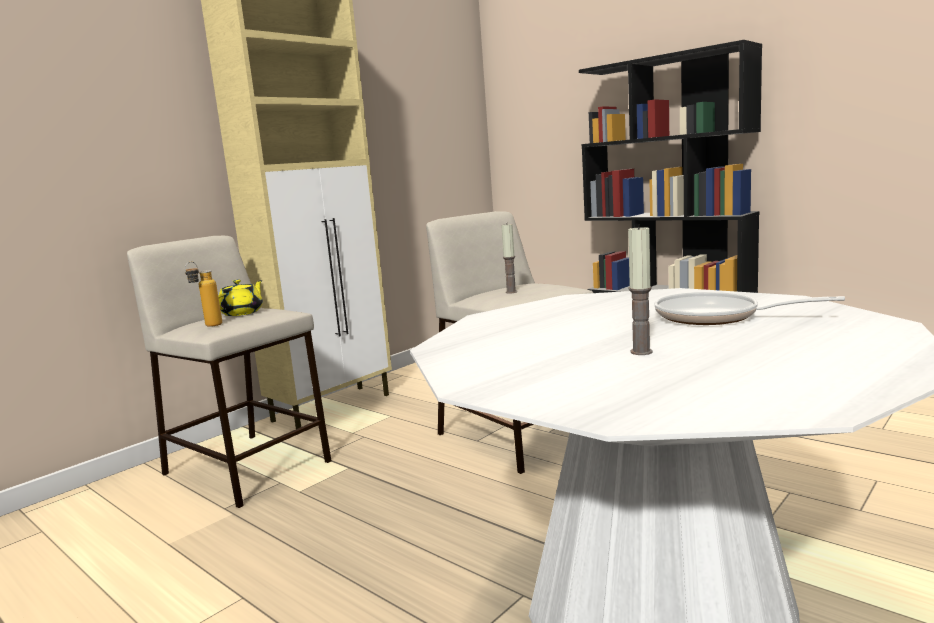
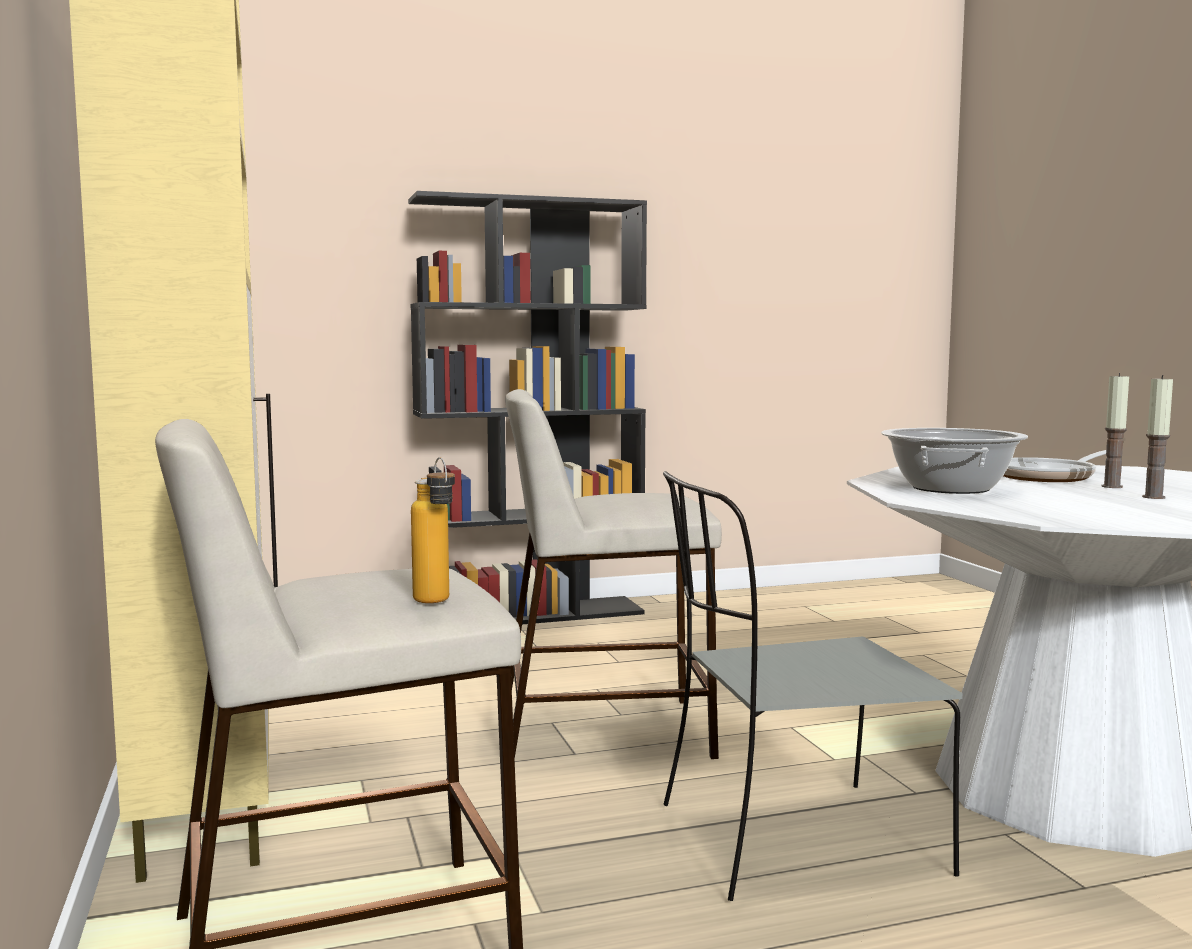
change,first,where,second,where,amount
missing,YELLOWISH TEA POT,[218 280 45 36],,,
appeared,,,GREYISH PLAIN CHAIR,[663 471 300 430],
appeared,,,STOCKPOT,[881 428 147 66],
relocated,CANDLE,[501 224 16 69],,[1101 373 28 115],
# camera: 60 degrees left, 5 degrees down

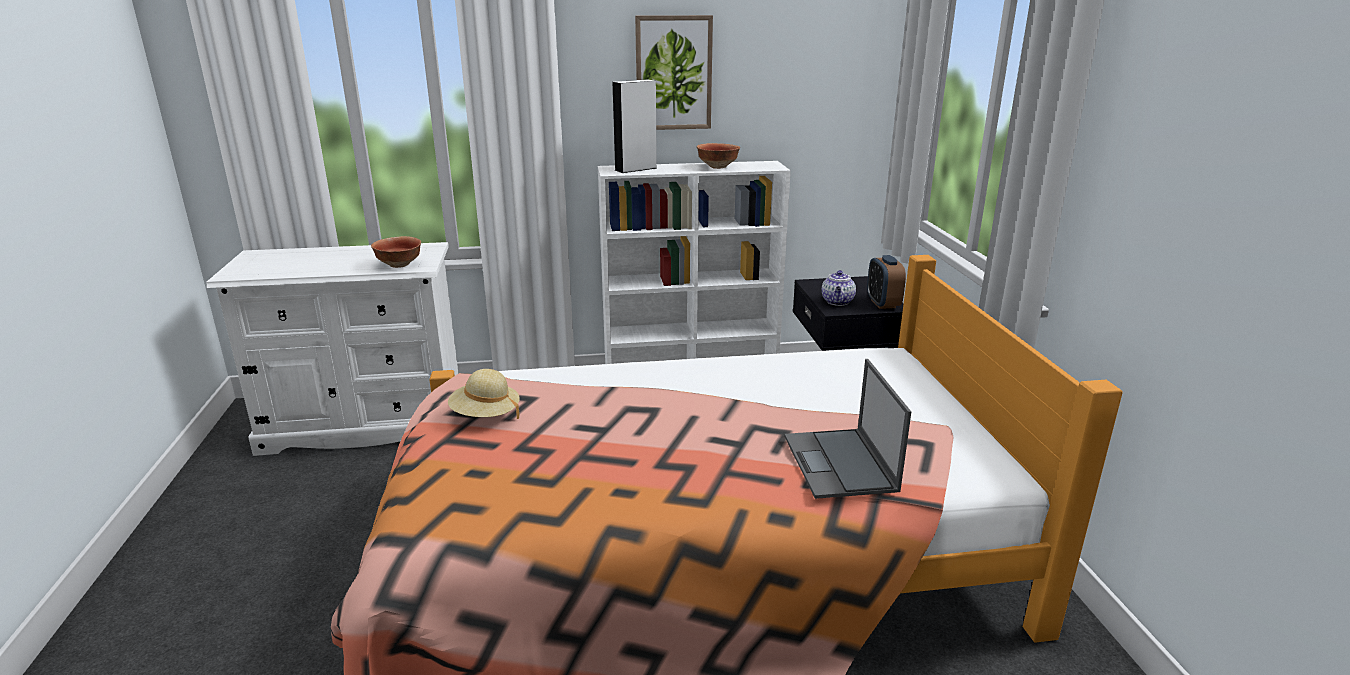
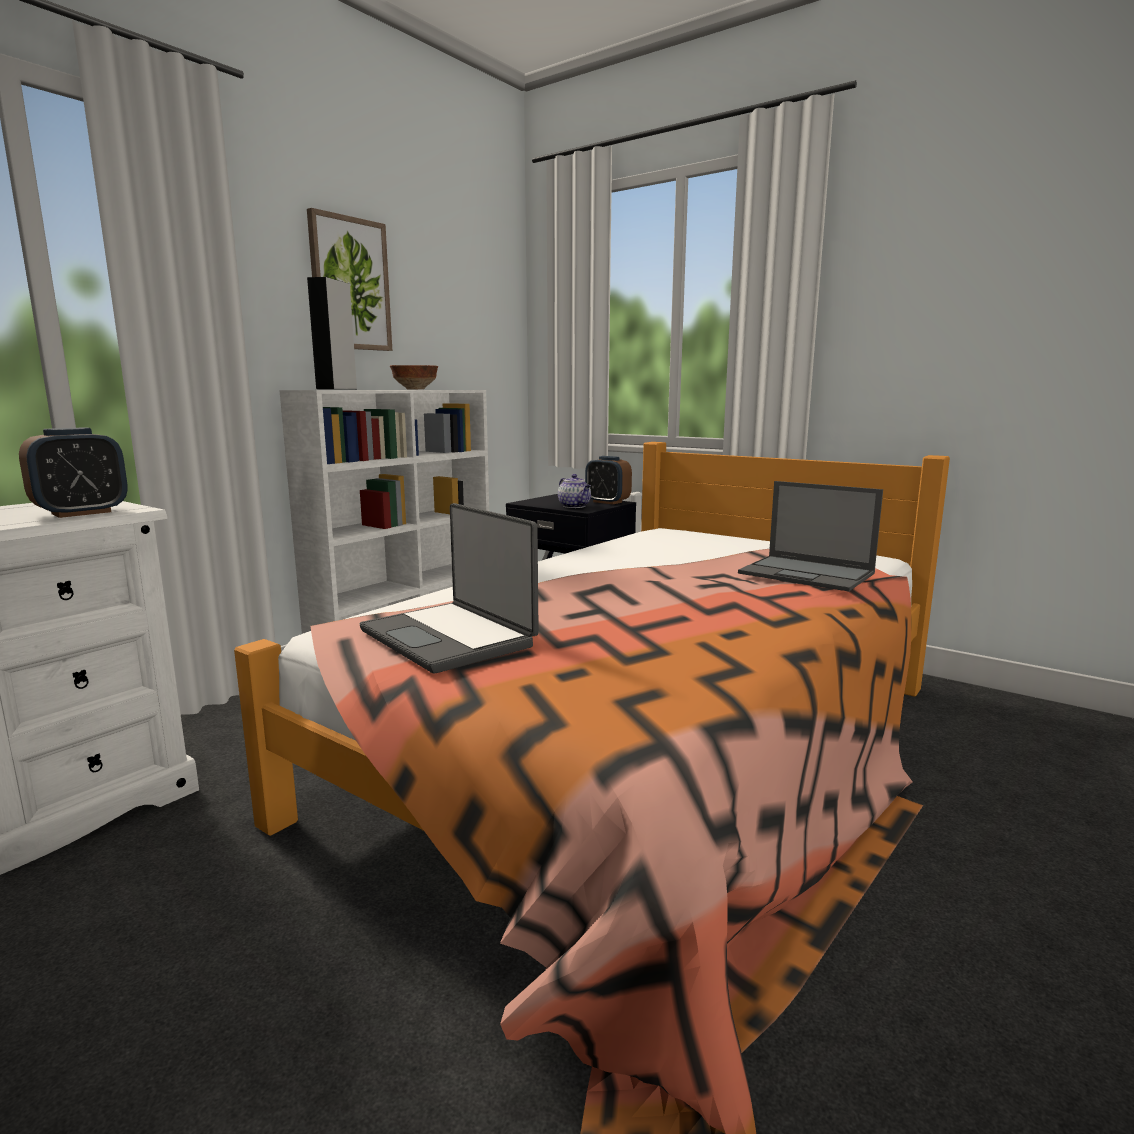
change,first,where,second,where,amount
exchanged,DEEP DISH,[371 236 50 32],ALARM CLOCK,[19 427 109 91],
exchanged,BEIGE-COLOURED HAT,[448 369 72 50],PORTABLE COMPUTER,[360 503 179 170],
# camera: 45 degrees left, 10 degrees down

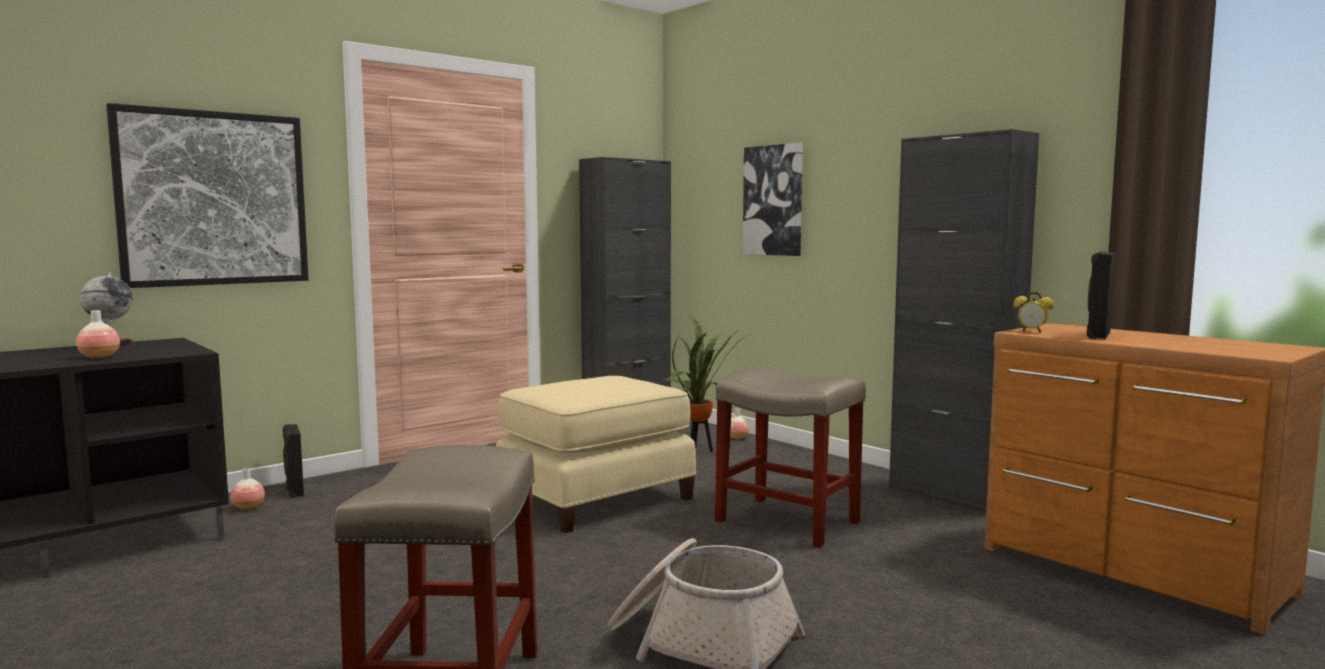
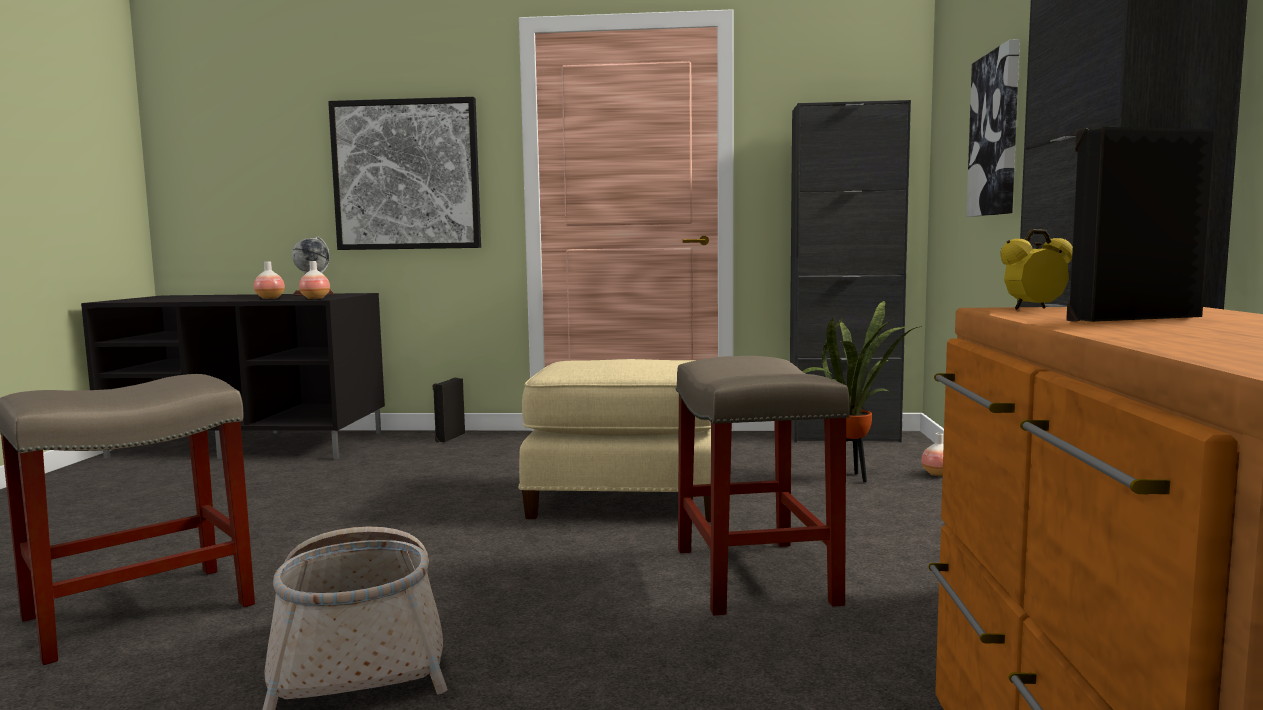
change,first,where,second,where,amount
relocated,VASE,[231 468 34 42],,[299 261 31 38],
spun,ALARM CLOCK,[1014 292 40 40],,[1000 229 73 81],90 degrees clockwise
# camera: 45 degrees right, 0 degrees up

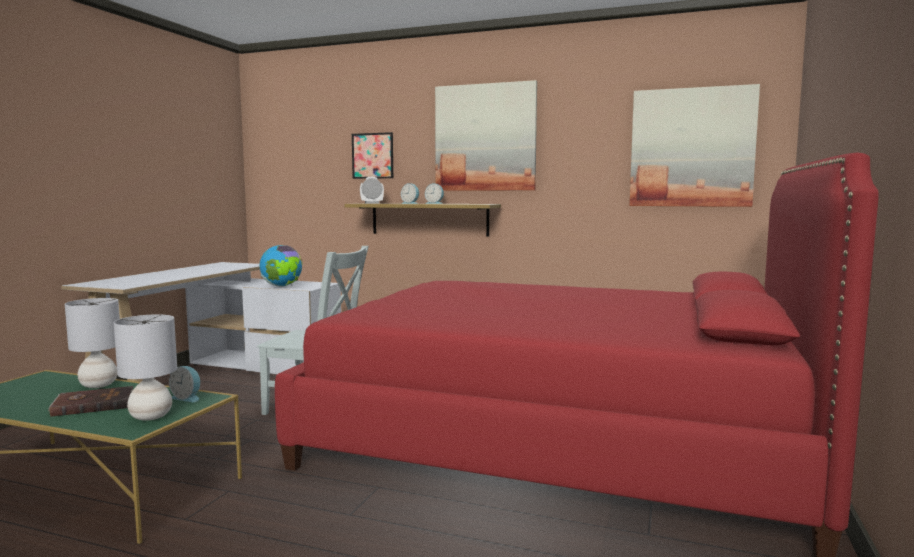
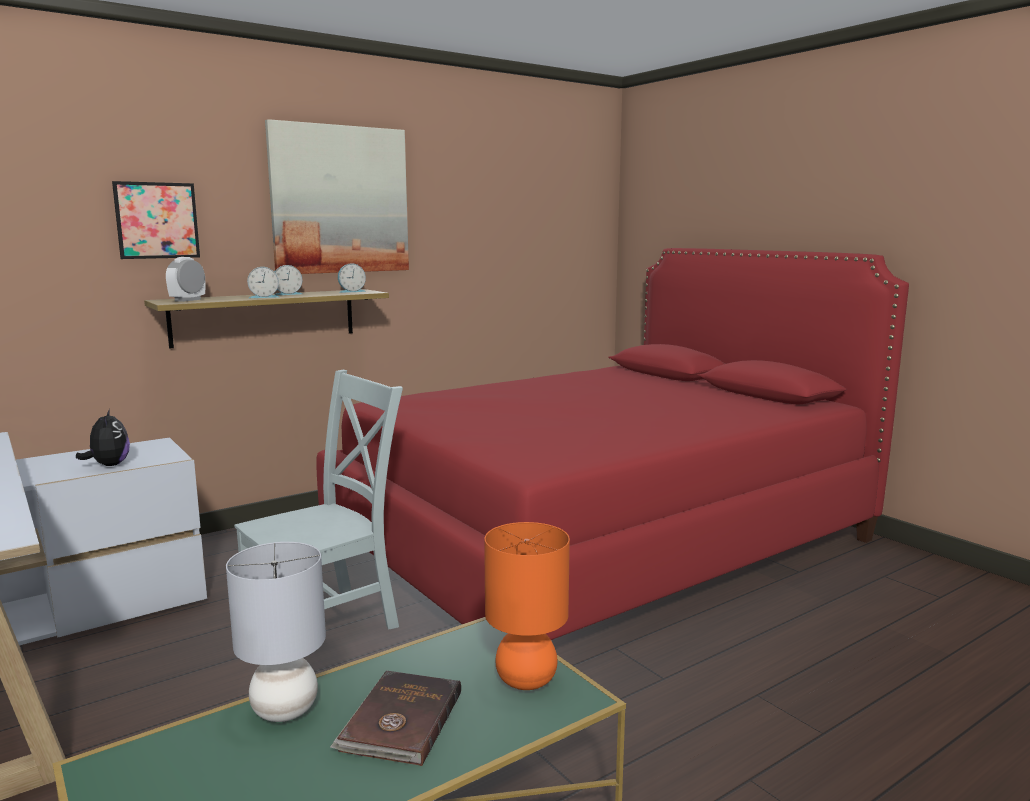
change,first,where,second,where,amount
missing,PICTURE,[629 84 131 123],,,
relocated,ALARM CLOCK,[169 366 31 36],,[338 263 28 30],
exchanged,WORLD GLOBE,[260 245 43 42],SOFT TOY,[76 409 54 57],
colour,GREYISH TABLE LAMP,[113 314 64 107],ORANGE TABLE LAMP,[484 522 86 168],
# camera: 55 degrees left, 5 degrees up

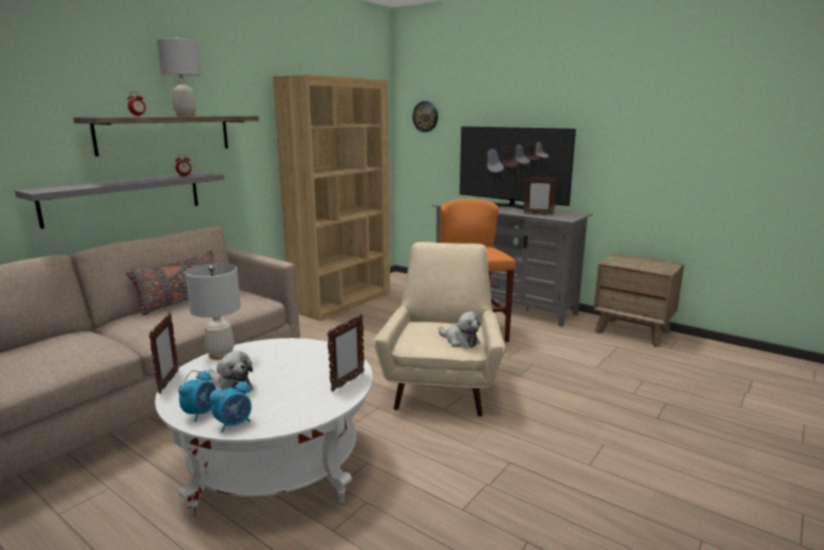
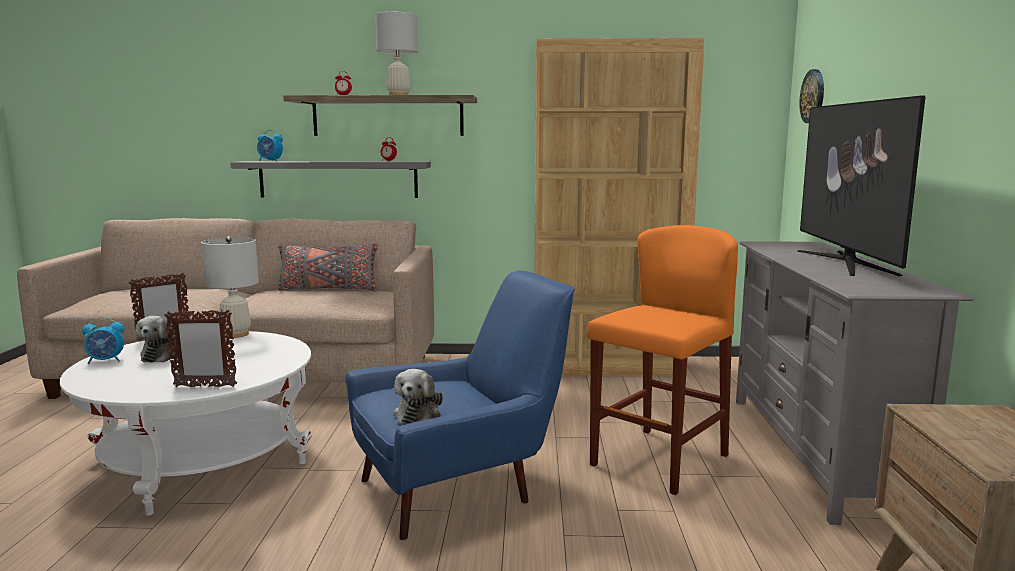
change,first,where,second,where,amount
missing,PICTURE FRAME,[524 177 33 38],,,
relocated,ALARM CLOCK,[210 379 42 54],,[257 129 26 32],
colour,BEIGE-COLOURED ARMCHAIR,[374 242 131 175],BLUE-COLOURED ARMCHAIR,[345 271 230 269],
# camera: 55 degrees right, 5 degrees down

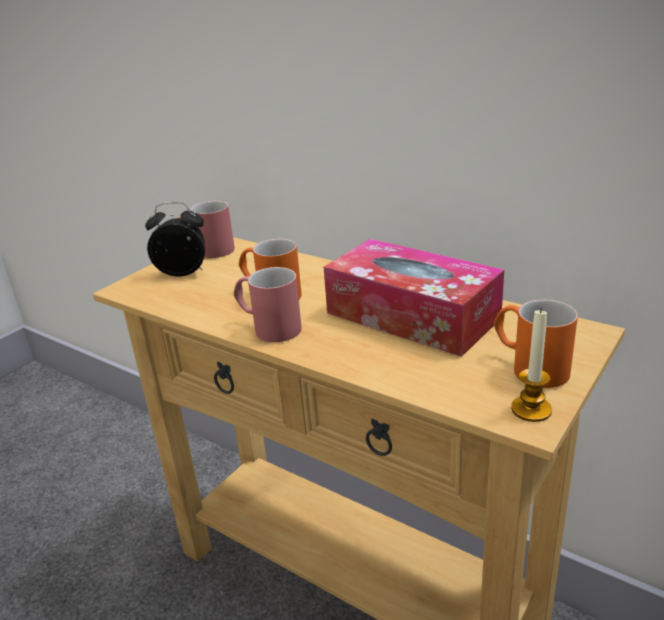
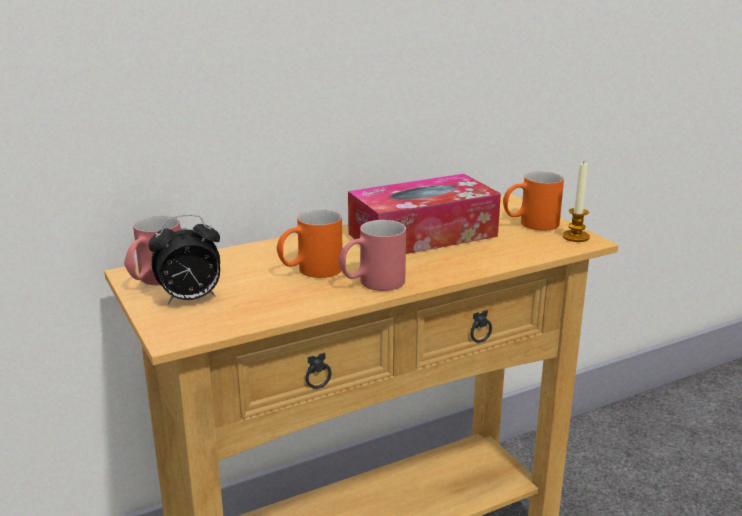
change,first,where,second,where,amount
spun,ALARM CLOCK,[145 202 60 74],,[148 214 72 91],135 degrees counterclockwise
# camera: 65 degrees left, 5 degrees down

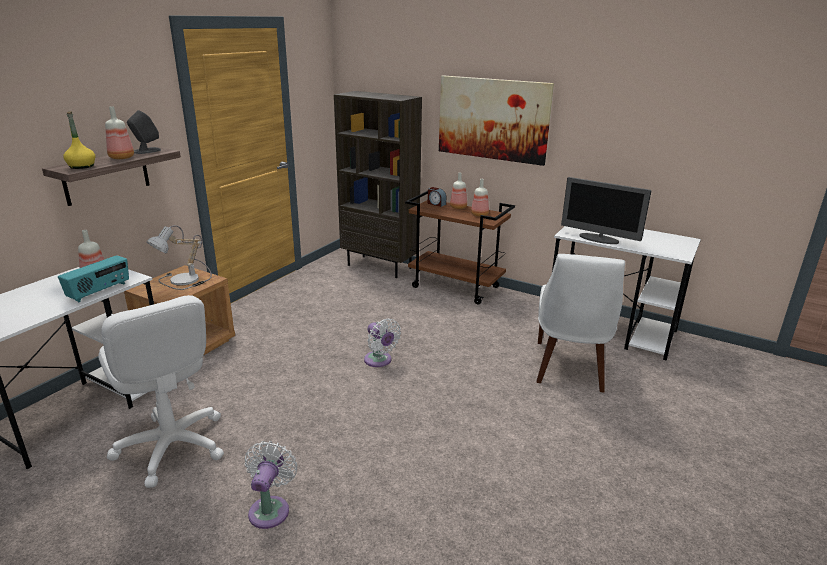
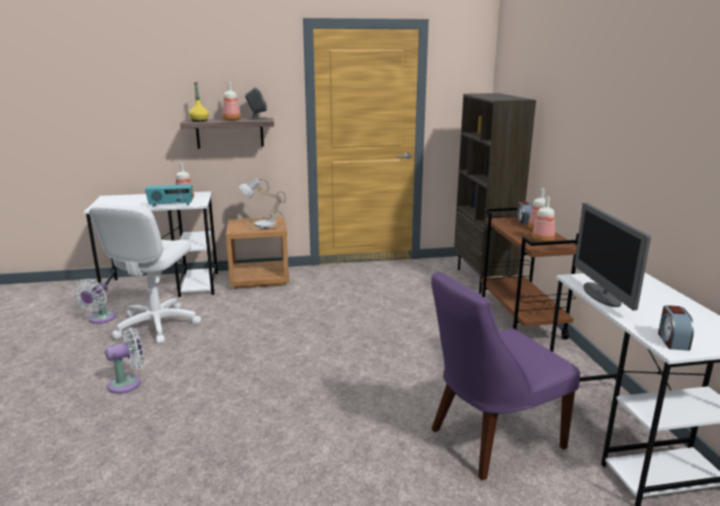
change,first,where,second,where,amount
missing,PICTURE,[439 75 115 91],,,
appeared,,,ALARM CLOCK,[658 305 36 46],
relocated,WHITE ELECTRIC FAN,[364 319 37 48],,[73 279 43 45],
colour,WHITE PLAIN CHAIR,[536 254 89 139],PURPLE-COLOURED PLAIN CHAIR,[431 271 149 209],
# camera: 50 degrees right, 5 degrees down

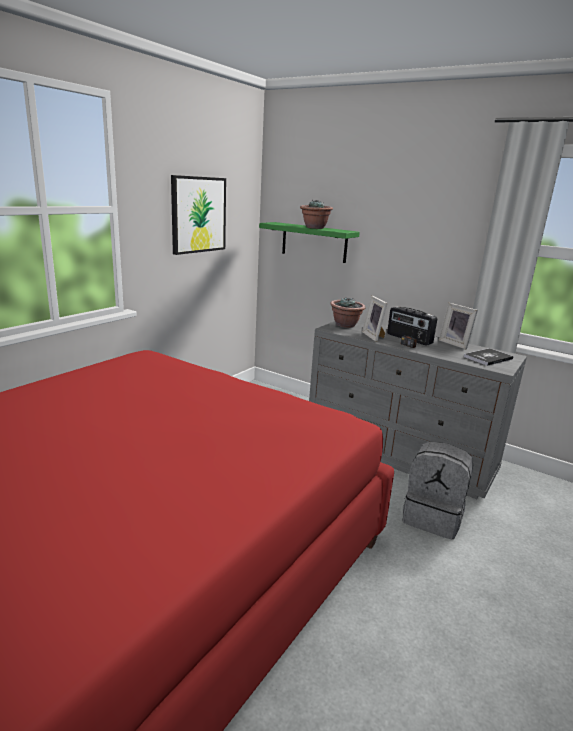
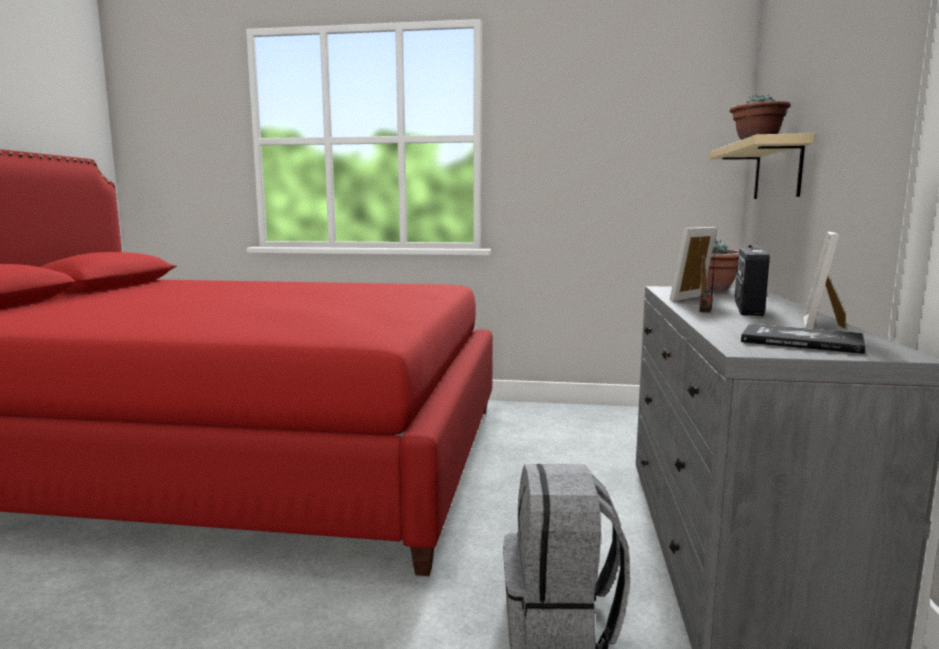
change,first,where,second,where,amount
missing,PICTURE,[171 175 55 80],,,
colour,GREENISH SHELF,[259 222 101 41],BEIGE-COLOURED SHELF,[709 133 106 66],
# camera: 65 degrees right, 10 degrees down

